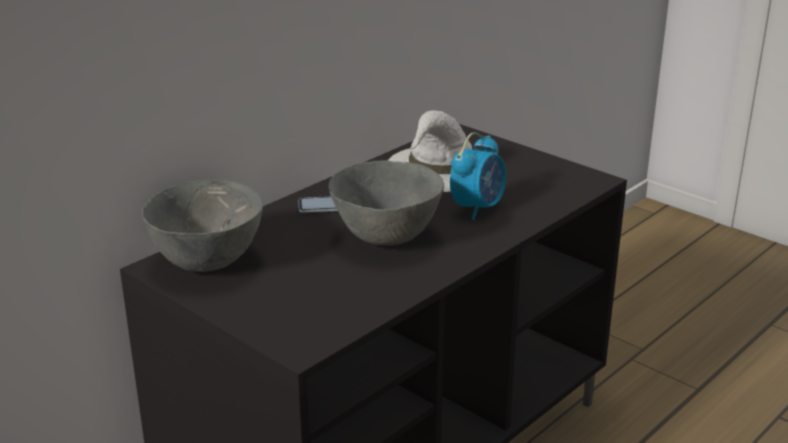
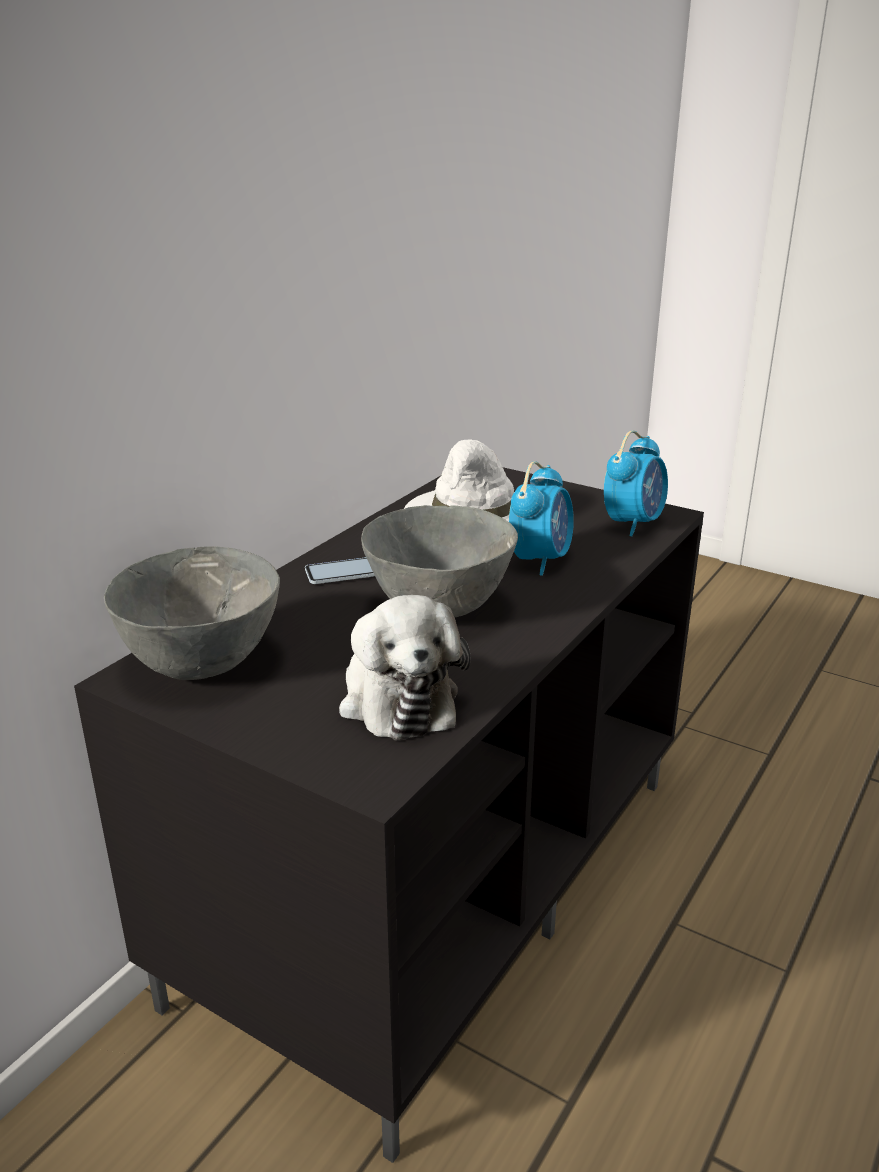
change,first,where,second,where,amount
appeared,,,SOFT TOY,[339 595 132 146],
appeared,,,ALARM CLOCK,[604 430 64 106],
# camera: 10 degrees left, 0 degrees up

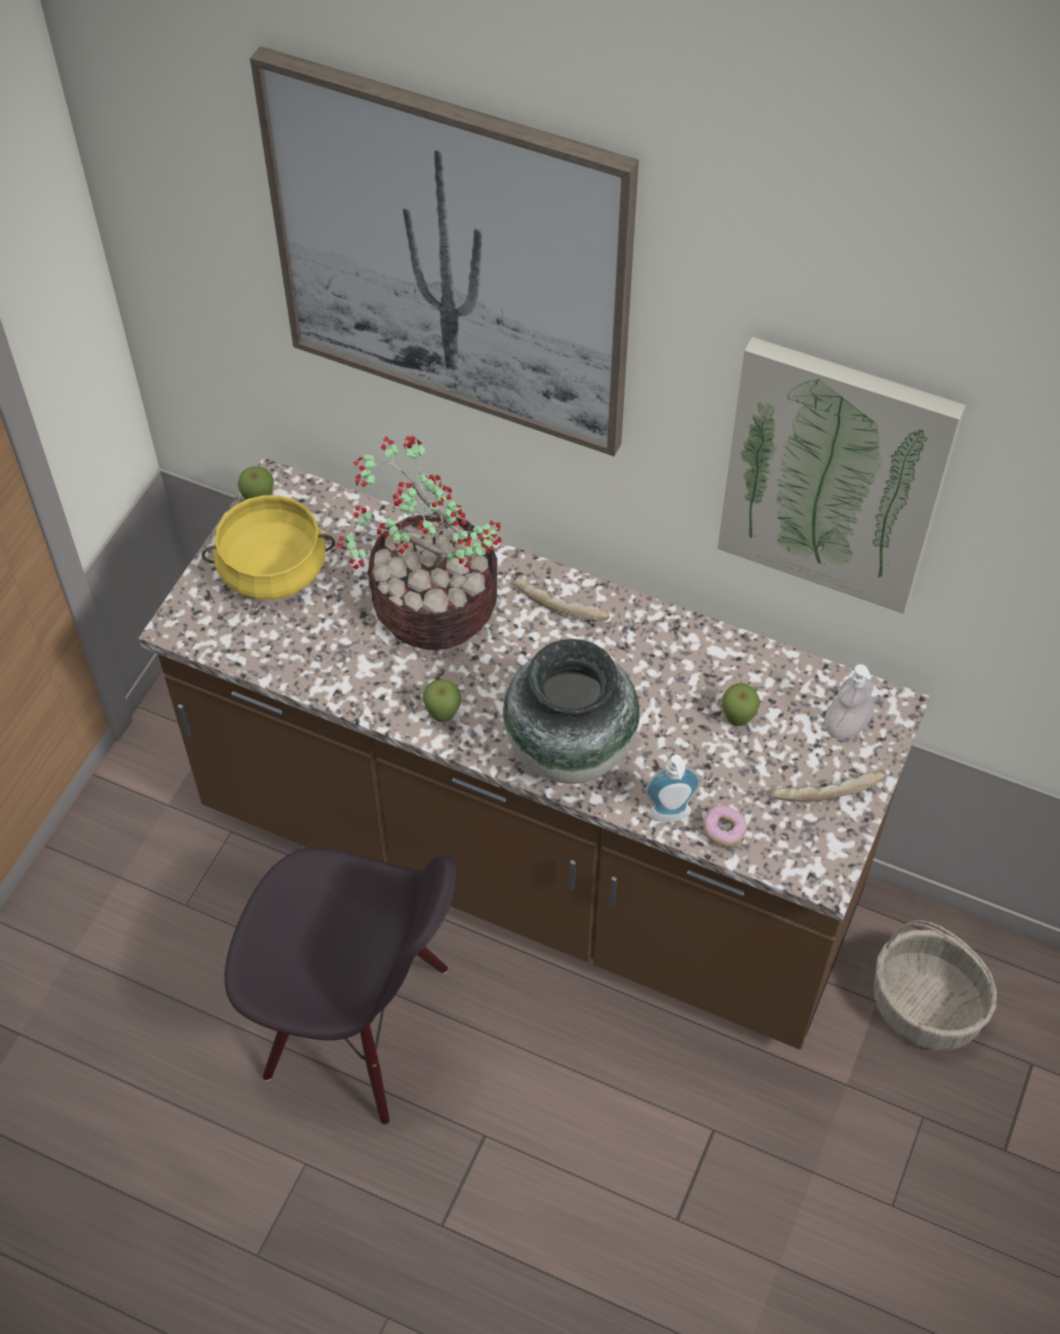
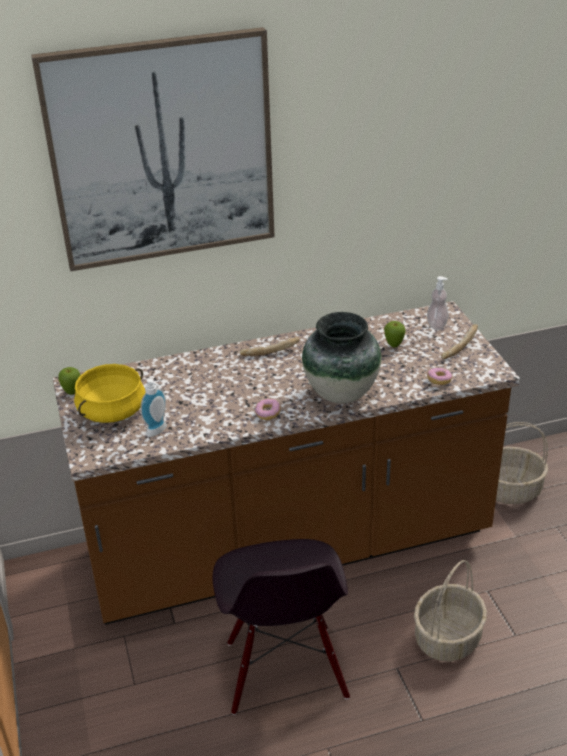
change,first,where,second,where,amount
missing,PLANT IN A POT,[335 435 167 215],,,
missing,PICTURE,[717 337 249 277],,,
appeared,,,BASKET,[414 560 73 101],
relocated,SOAP DISPENSER,[645 755 56 67],,[140 379 27 58],
exchanged,APPLE,[423 679 38 43],RING DOUGHNUT,[255 399 26 21],
spun,BLACKISH PLAIN CHAIR,[224 847 233 278],,[212 539 138 176],105 degrees clockwise
# camera: 40 degrees left, 20 degrees down

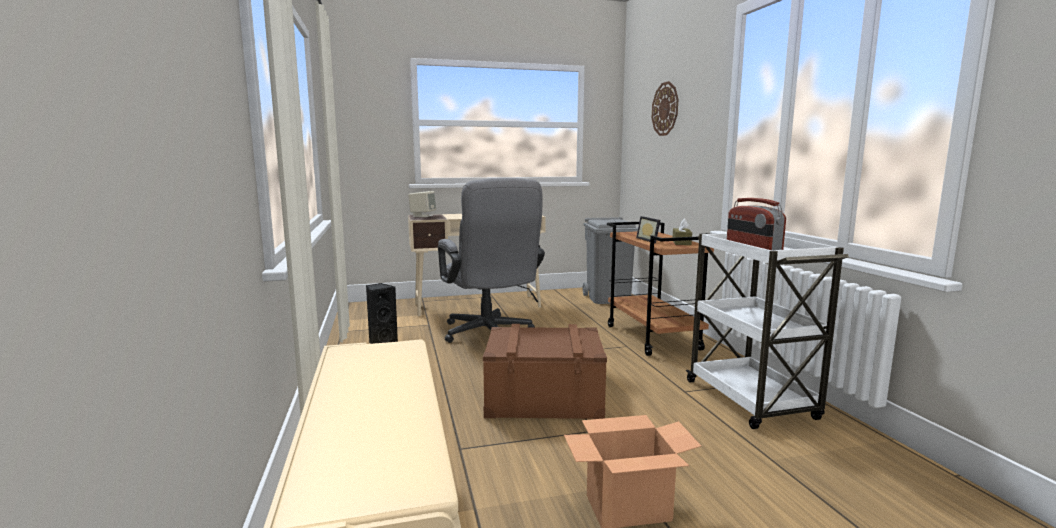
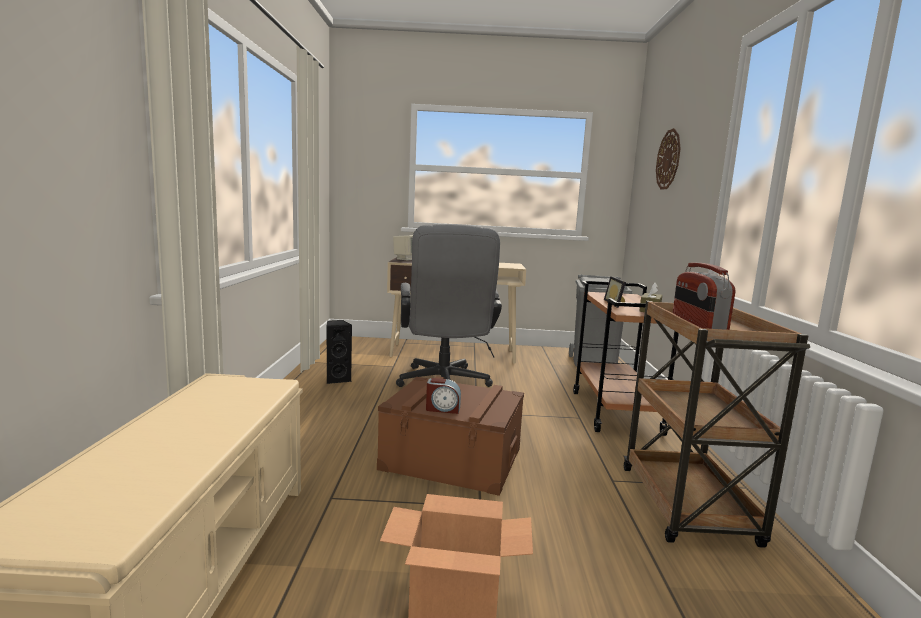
change,first,where,second,where,amount
appeared,,,ALARM CLOCK,[426 378 35 36],
colour,WHITE CART,[686 233 163 196],BROWN CART,[624 301 186 247],
# camera: 15 degrees right, 0 degrees up

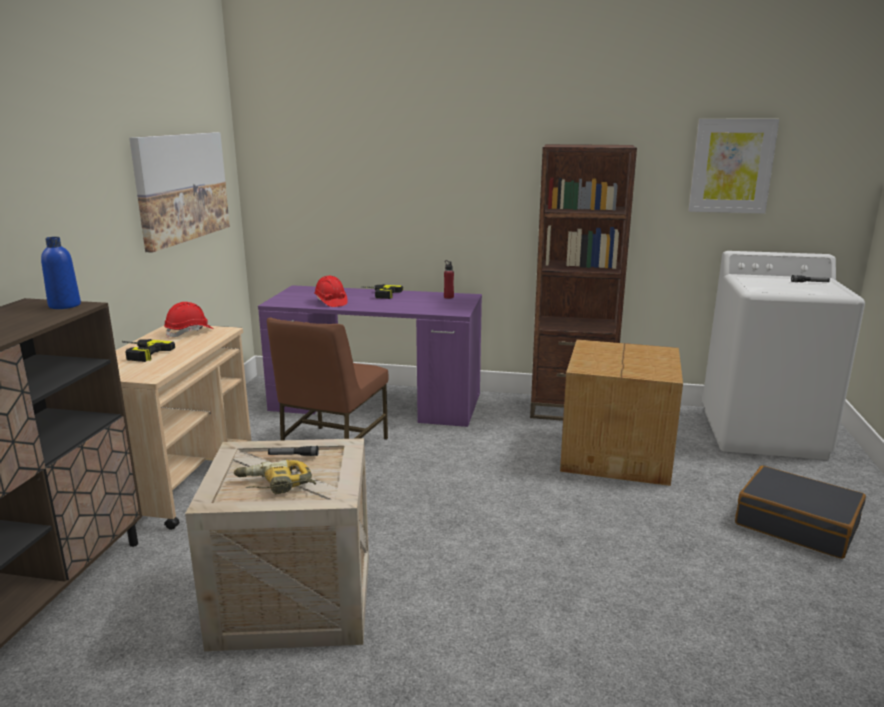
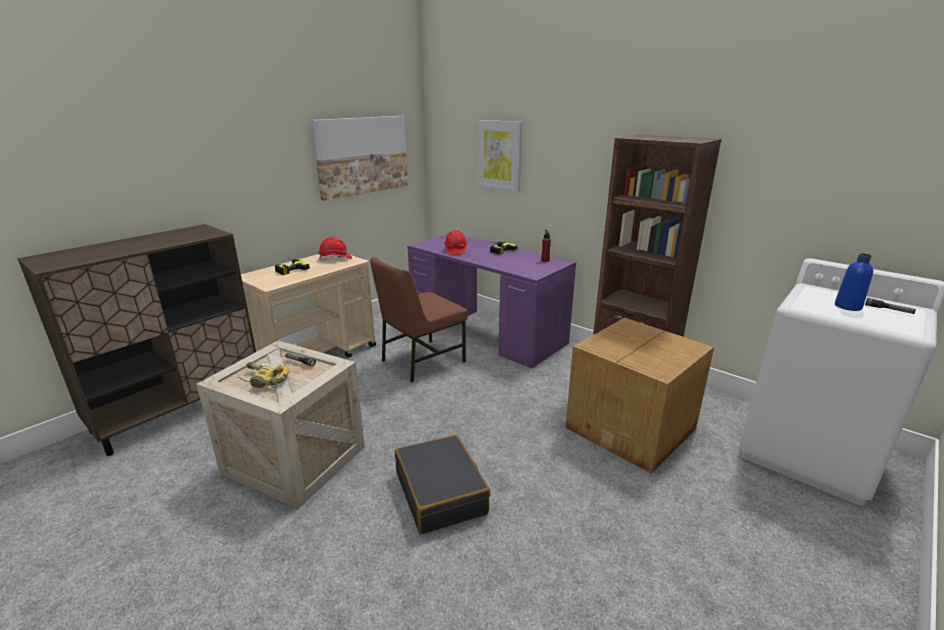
change,first,where,second,where,amount
relocated,BLUE-COLOURED DRINK BOTTLE,[41 237 40 72],,[835 253 38 58],
relocated,PICTURE,[688 119 91 95],,[477 120 45 72],
relocated,BLACKISH SUITCASE,[735 466 131 93],,[395 434 95 100],
# camera: 30 degrees right, 5 degrees up

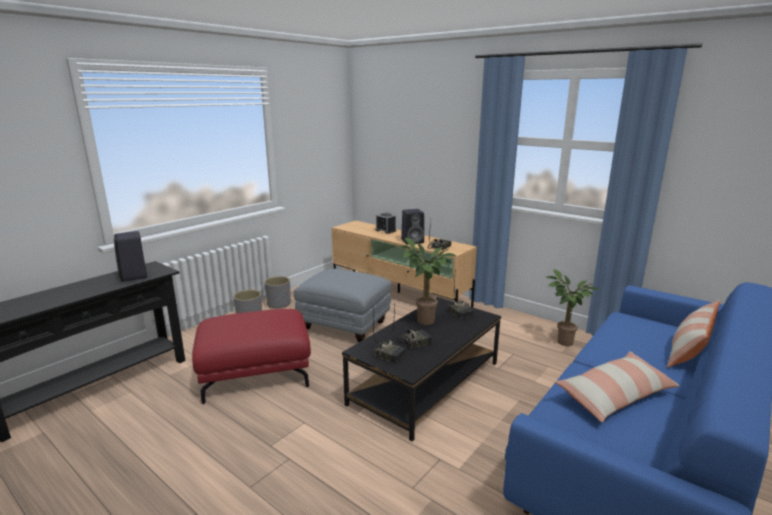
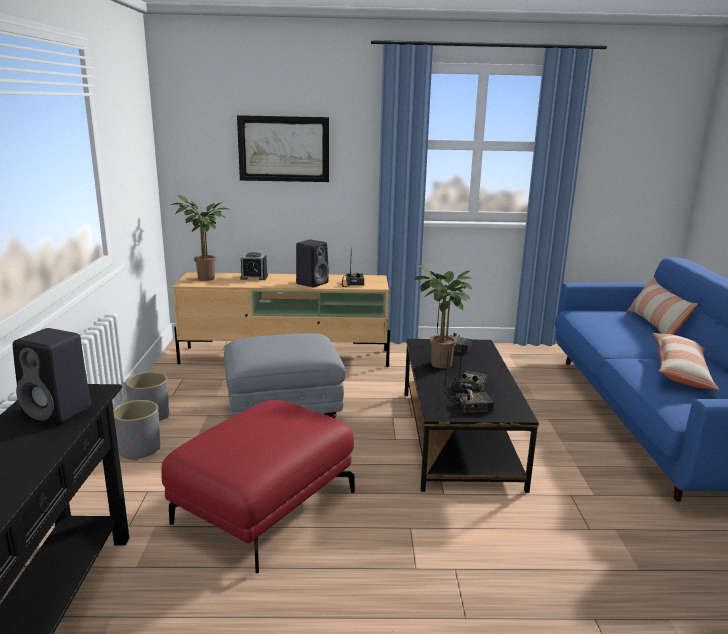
change,first,where,second,where,amount
appeared,,,PICTURE,[237 115 92 67],
relocated,PLANT IN A POT,[545 269 54 77],,[170 195 58 86],
# camera: 40 degrees left, 0 degrees up

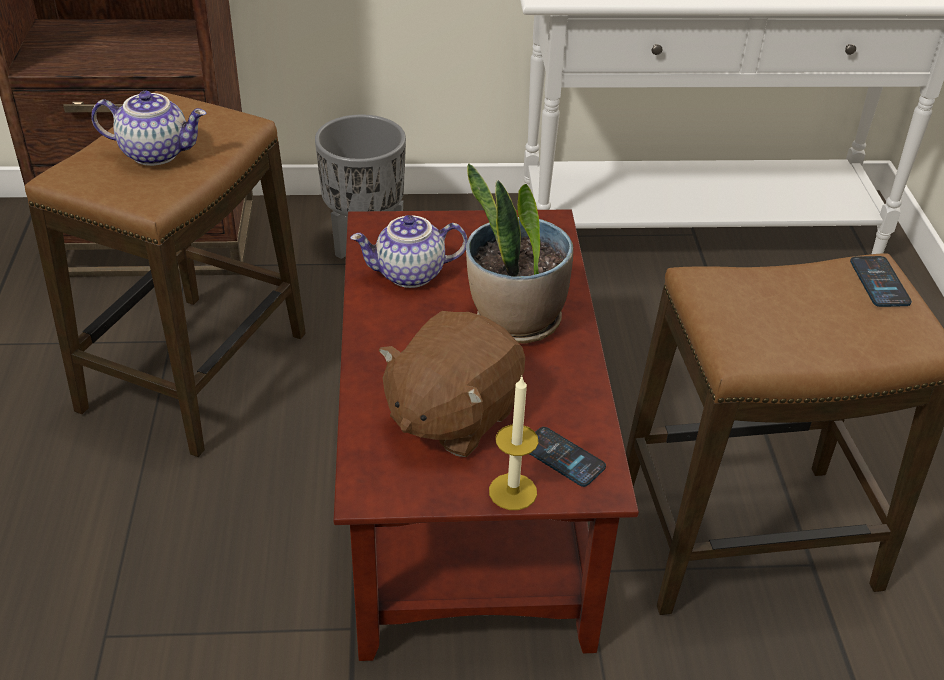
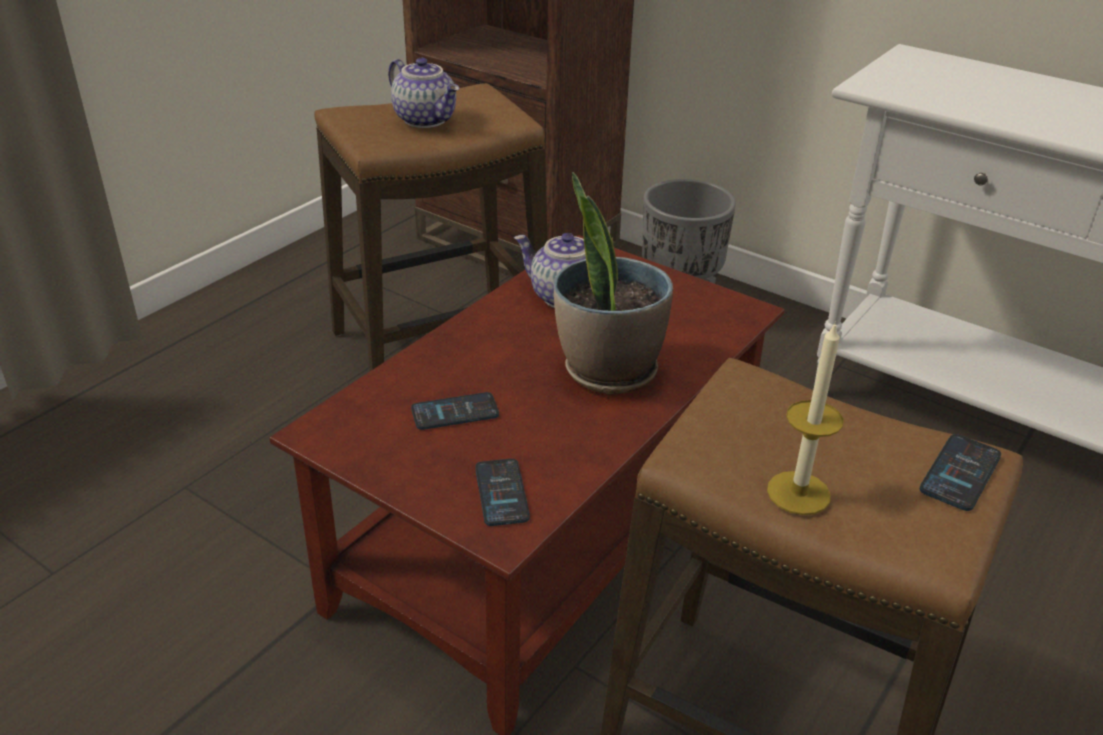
change,first,where,second,where,amount
relocated,CANDLE,[489 377 49 133],,[767 322 77 193],
exchanged,BROWN SOFT TOY,[379 311 146 146],HANDSET,[411 392 88 38],
# camera: 40 degrees right, 5 degrees down

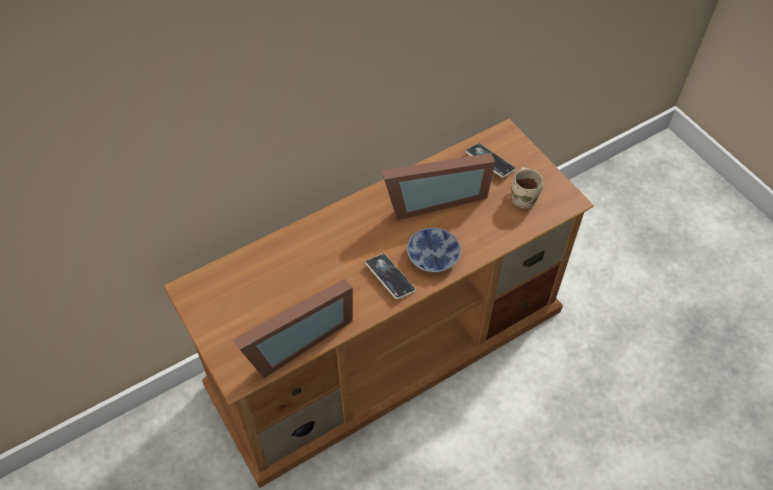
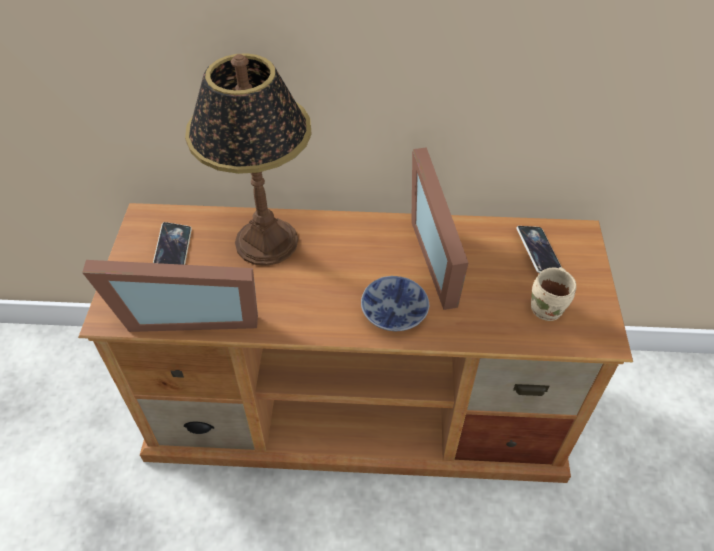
change,first,where,second,where,amount
appeared,,,TABLE LAMP,[185 53 127 213],
relocated,HANDSET,[365 254 51 45],,[153 222 39 43],
spun,PICTURE FRAME,[381 153 114 67],,[411 147 57 163],60 degrees clockwise
# camera: 35 degrees right, 5 degrees down

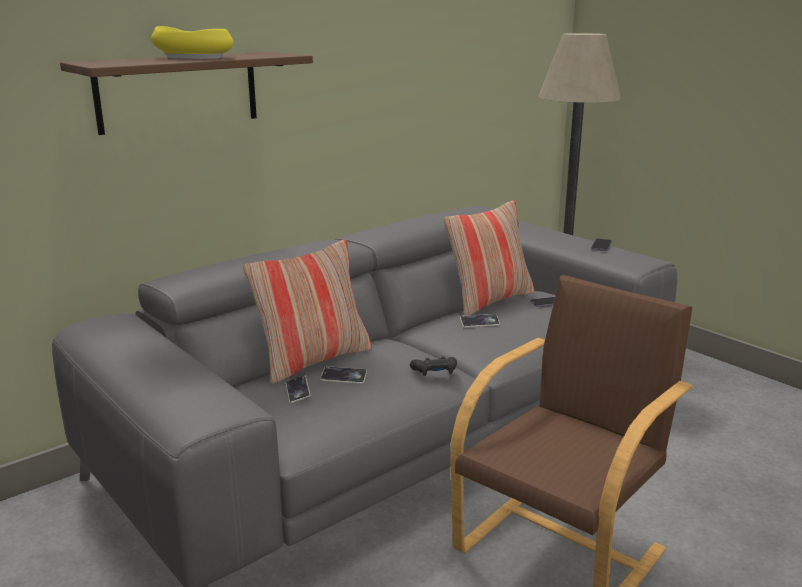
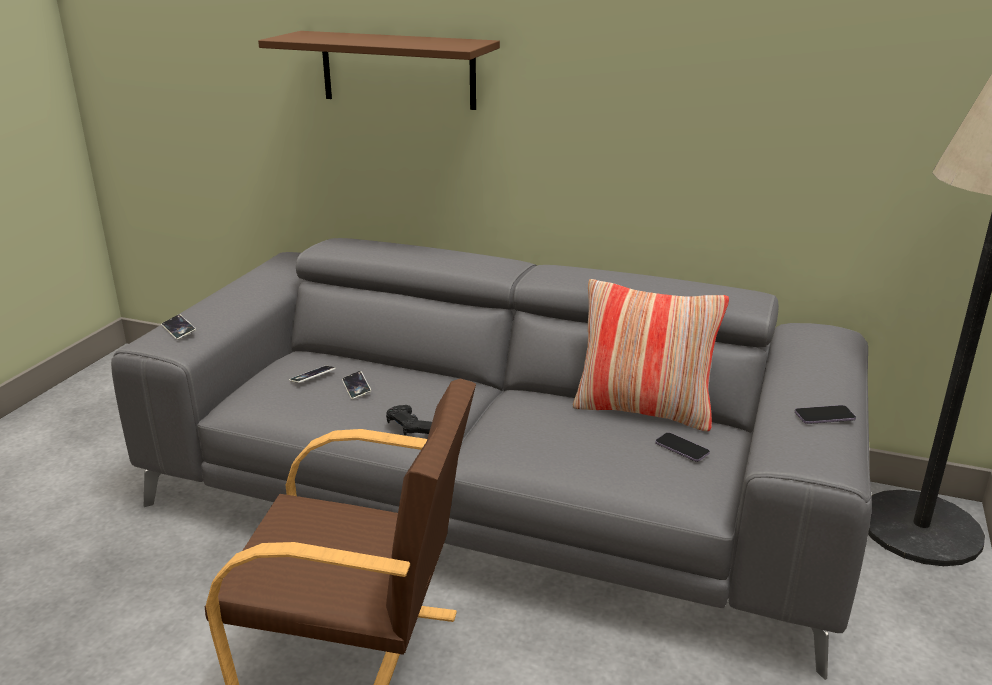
change,first,where,second,where,amount
missing,YELLOWISH DEEP DISH,[151 26 83 33],,,
missing,THROW PILLOW,[243 240 129 144],,,
relocated,HANDSET,[460 314 40 13],,[161 314 35 26],
# camera: 60 degrees right, 5 degrees up

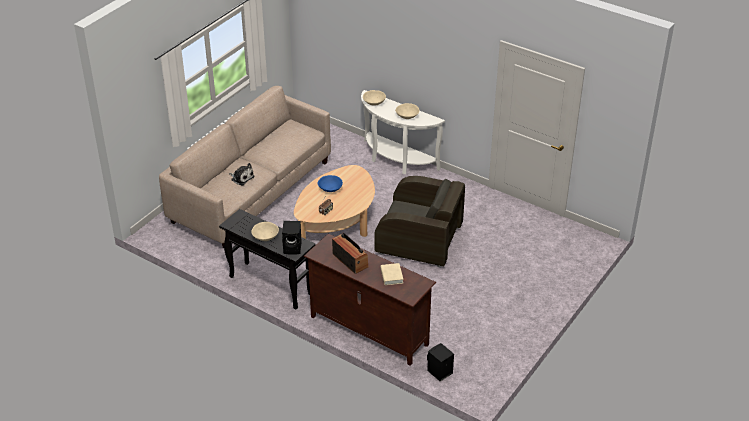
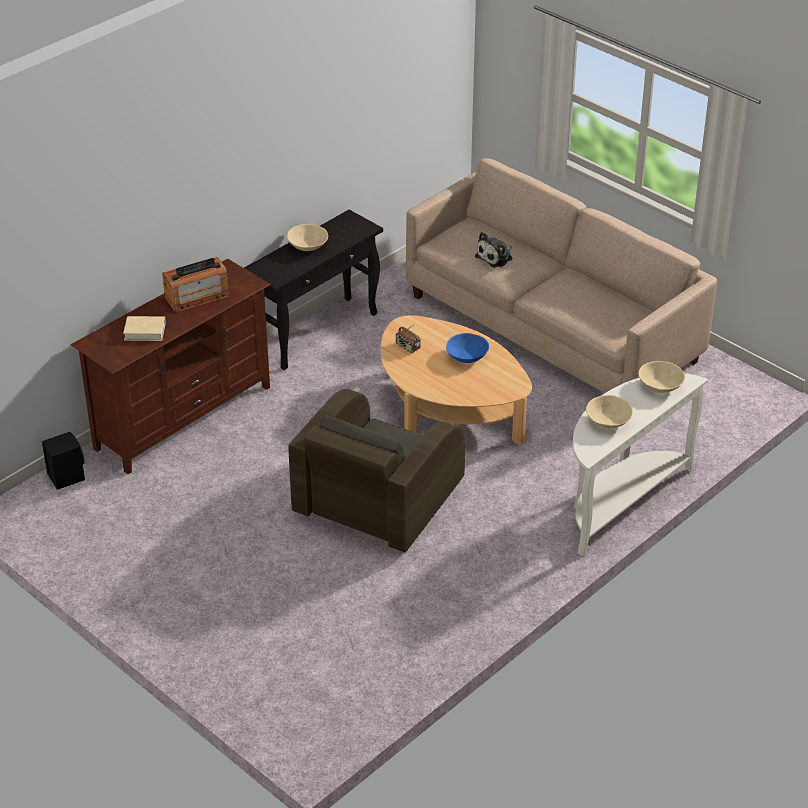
change,first,where,second,where,amount
missing,BLACKISH AUDIO SPEAKER,[282 221 20 34],,,
# camera: 100 degrees right, 0 degrees up

